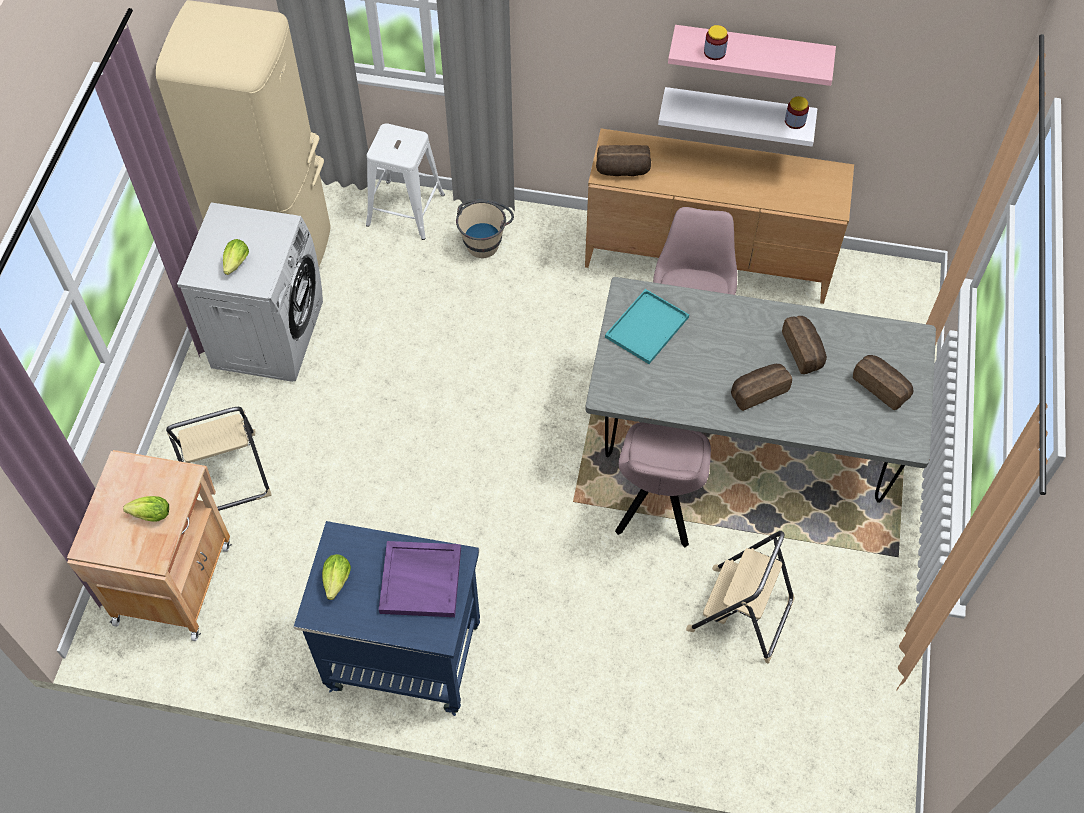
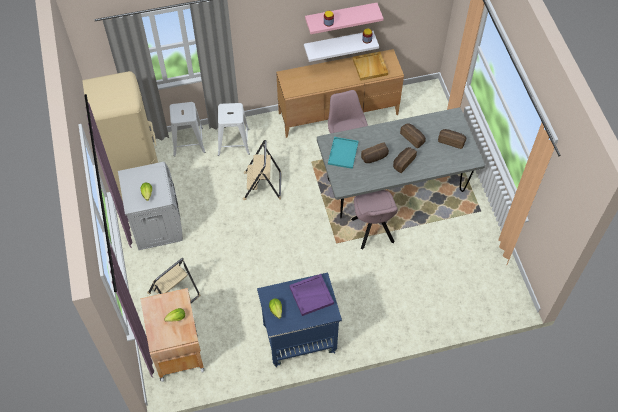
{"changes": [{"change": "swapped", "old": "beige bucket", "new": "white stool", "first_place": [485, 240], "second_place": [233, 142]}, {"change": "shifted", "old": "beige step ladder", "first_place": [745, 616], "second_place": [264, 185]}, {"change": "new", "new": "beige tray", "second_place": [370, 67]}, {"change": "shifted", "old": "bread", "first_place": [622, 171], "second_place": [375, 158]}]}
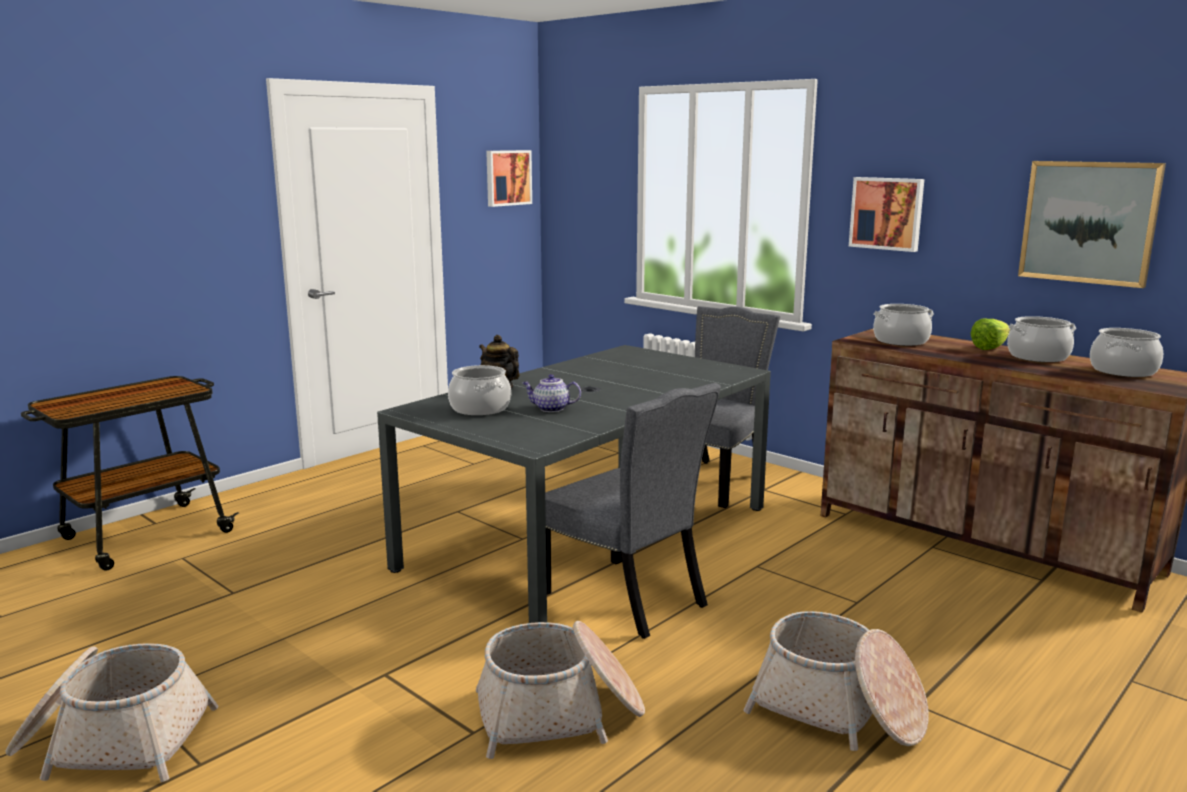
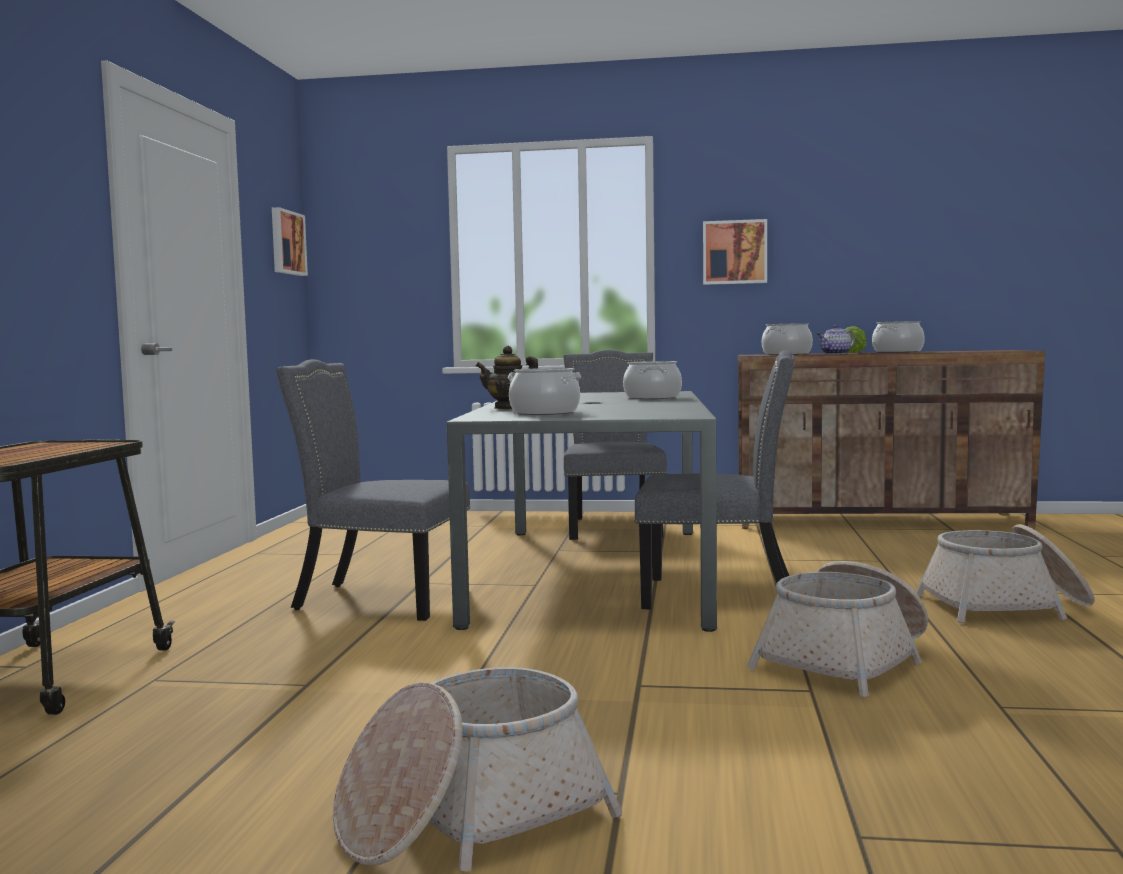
{"changes": [{"change": "new", "new": "grey chair", "second_place": [383, 600]}, {"change": "shifted", "old": "cooking pot", "first_place": [1123, 371], "second_place": [653, 397]}, {"change": "shifted", "old": "teapot", "first_place": [550, 409], "second_place": [835, 354]}, {"change": "gone", "old": "picture", "first_place": [1089, 222]}]}
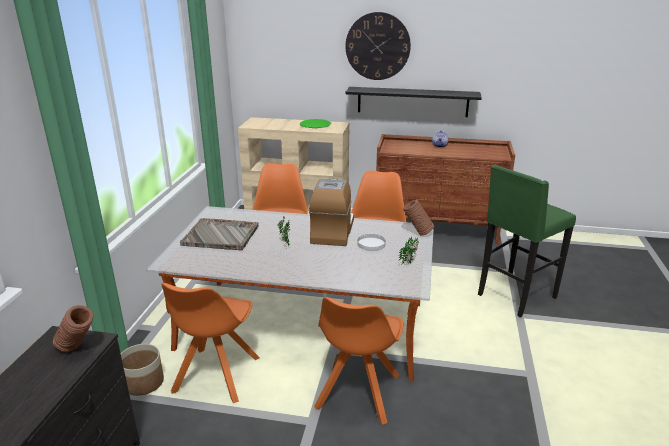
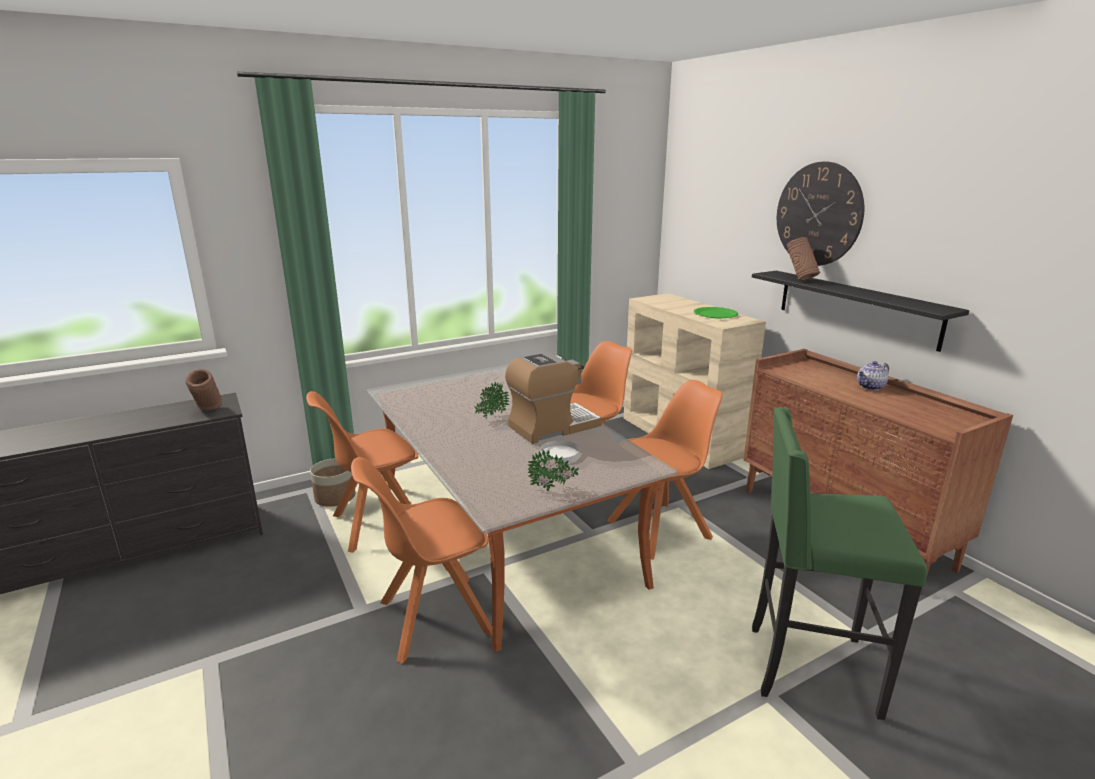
{"changes": [{"change": "shifted", "old": "brown vase", "first_place": [417, 233], "second_place": [800, 280]}, {"change": "gone", "old": "grey tray", "first_place": [221, 236]}]}
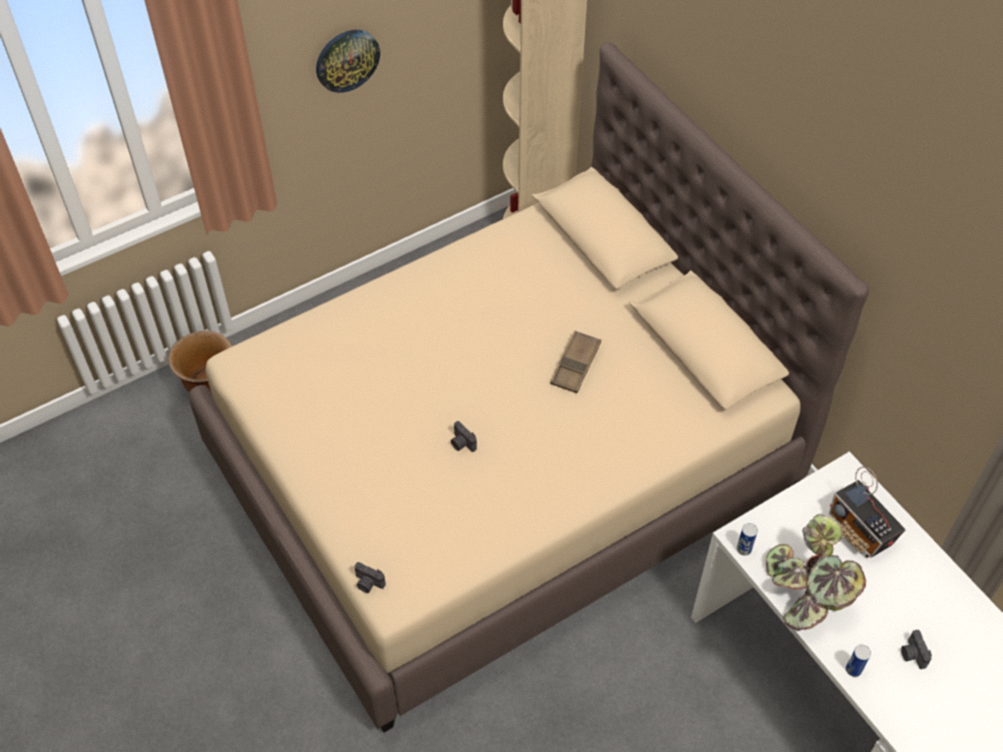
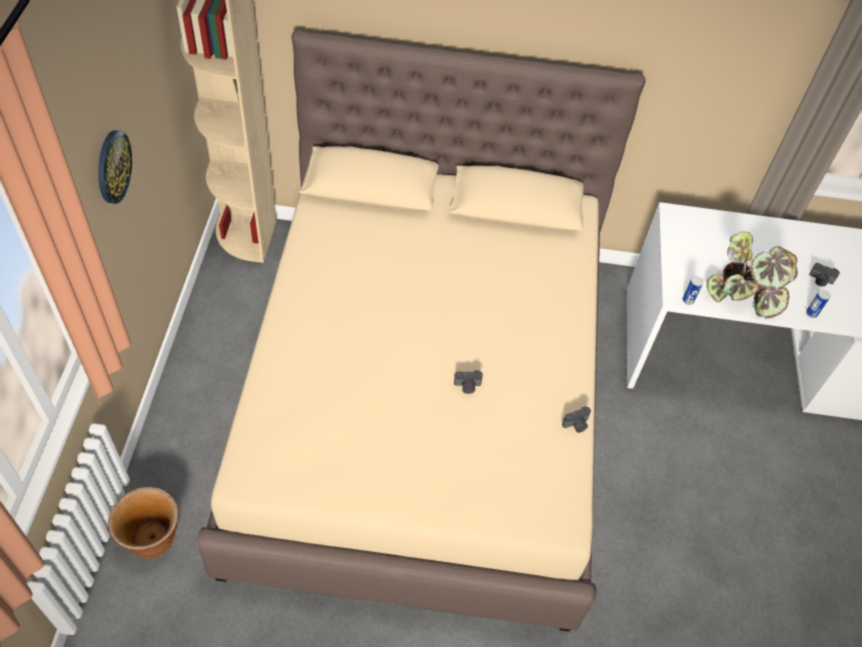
{"changes": [{"change": "shifted", "old": "photo camera", "first_place": [368, 583], "second_place": [576, 425]}, {"change": "gone", "old": "brown tray", "first_place": [575, 365]}, {"change": "gone", "old": "radio", "first_place": [860, 531]}]}
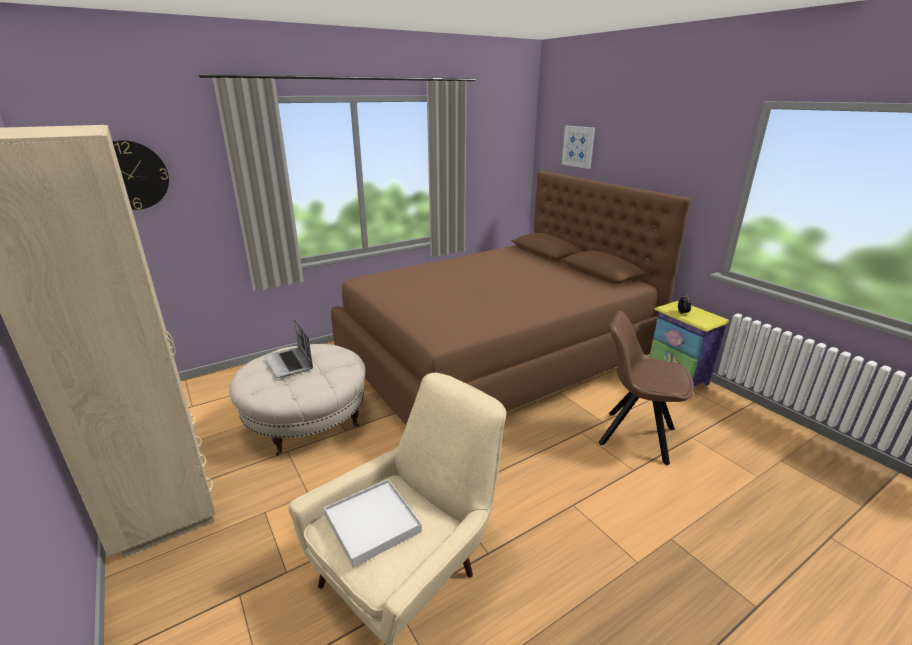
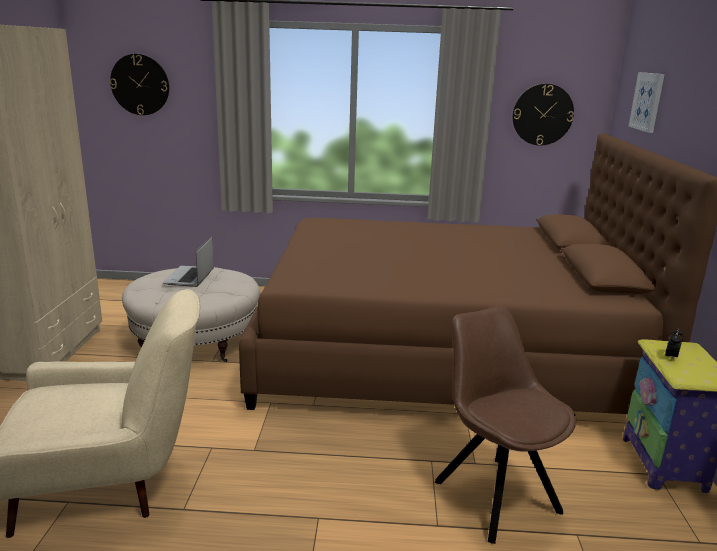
{"changes": [{"change": "new", "new": "wall clock", "second_place": [542, 114]}, {"change": "gone", "old": "white tray", "first_place": [372, 523]}]}
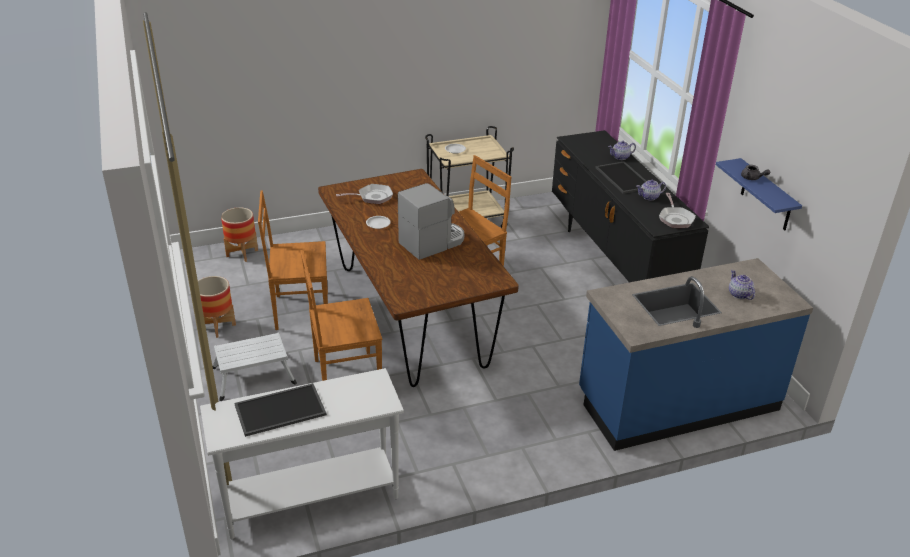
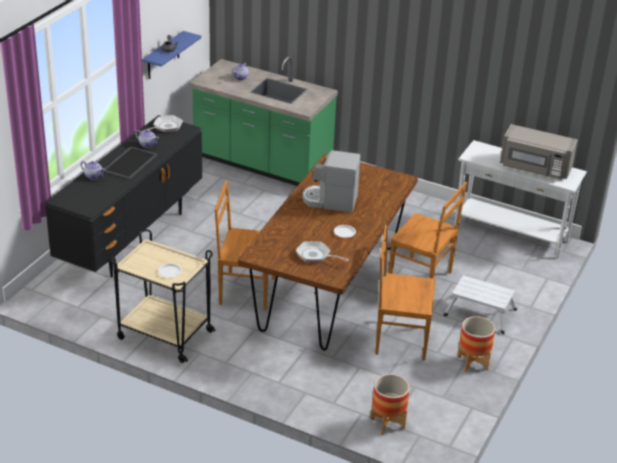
{"changes": [{"change": "repainted", "old": "blue counter", "new": "green counter", "first_place": [677, 401], "second_place": [262, 165]}, {"change": "rotated", "old": "brown chair", "first_place": [299, 310], "second_place": [400, 339], "degrees": 150}, {"change": "swapped", "old": "tray", "new": "grey microwave", "first_place": [279, 411], "second_place": [535, 168]}]}
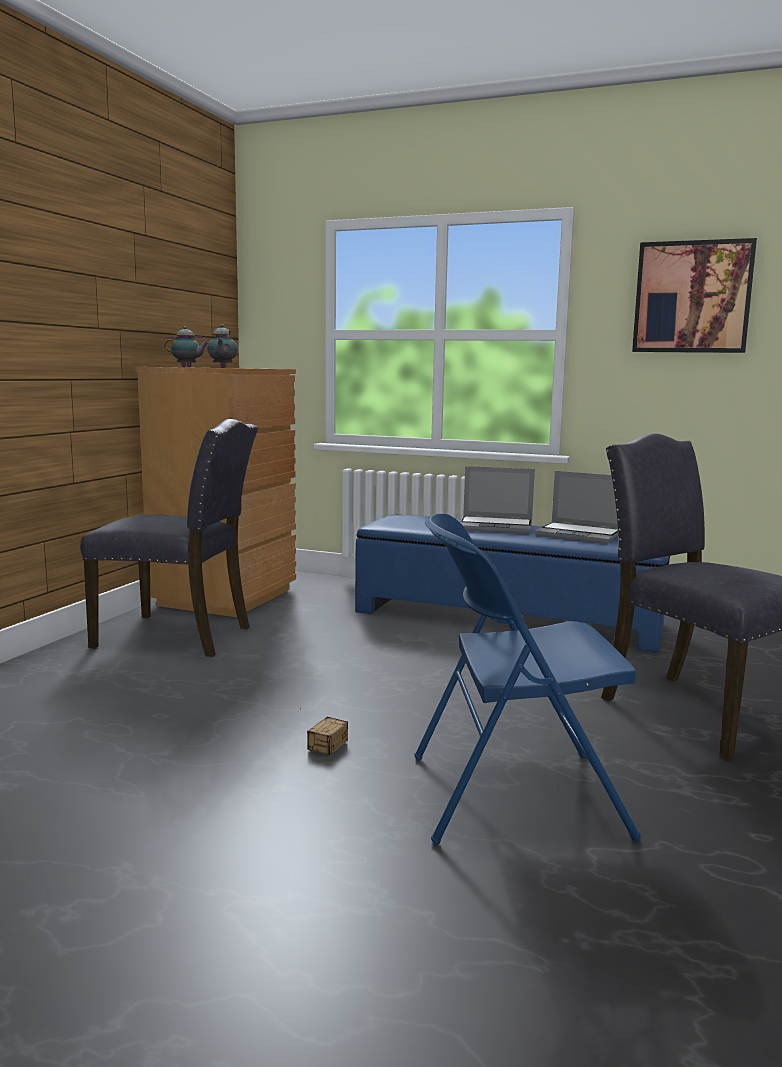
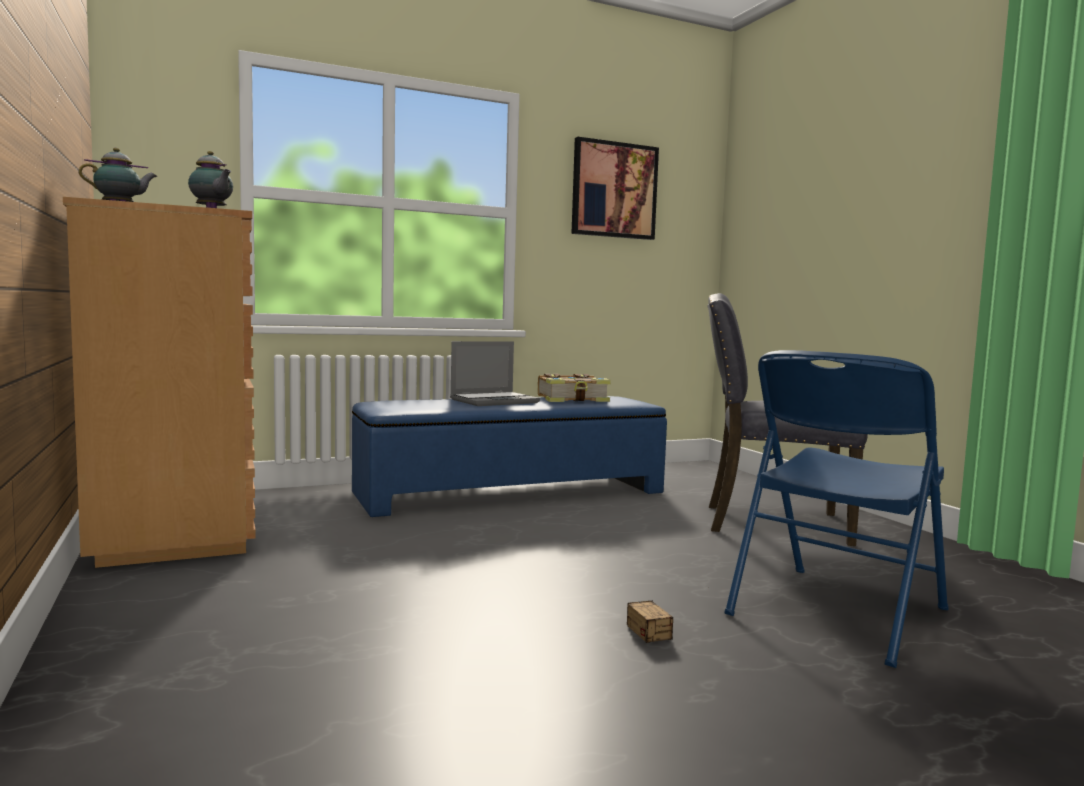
{"changes": [{"change": "swapped", "old": "laptop", "new": "book", "first_place": [580, 535], "second_place": [573, 400]}, {"change": "gone", "old": "grey chair", "first_place": [178, 636]}]}
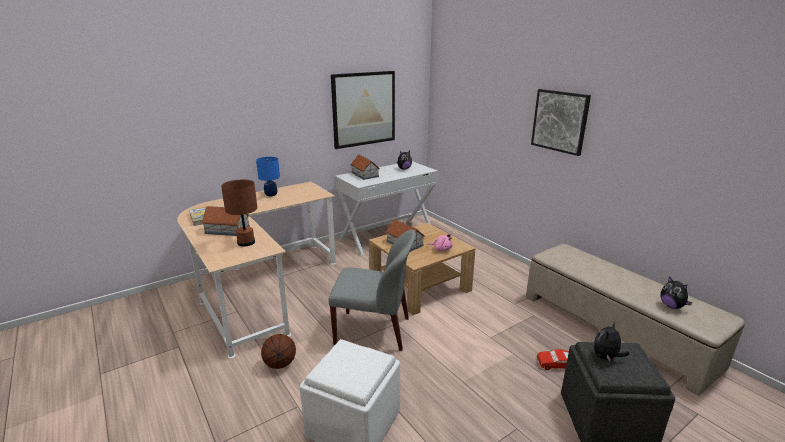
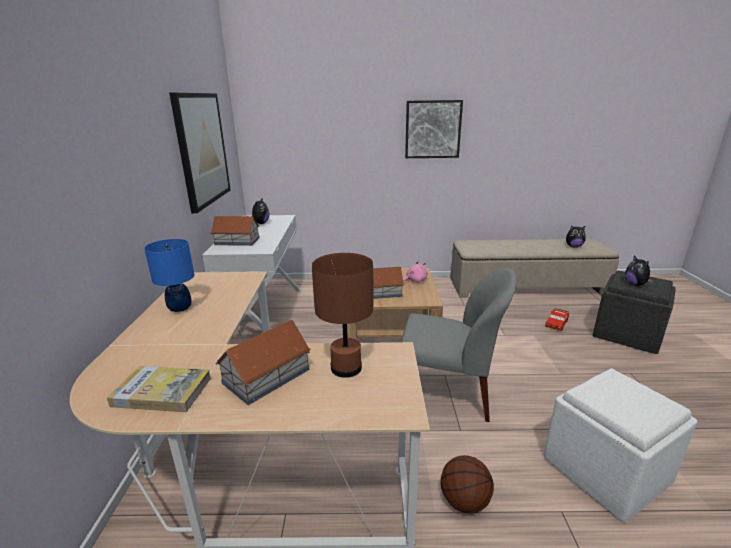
{"changes": [{"change": "rotated", "old": "grey chair", "first_place": [374, 331], "second_place": [448, 394], "degrees": 60}]}
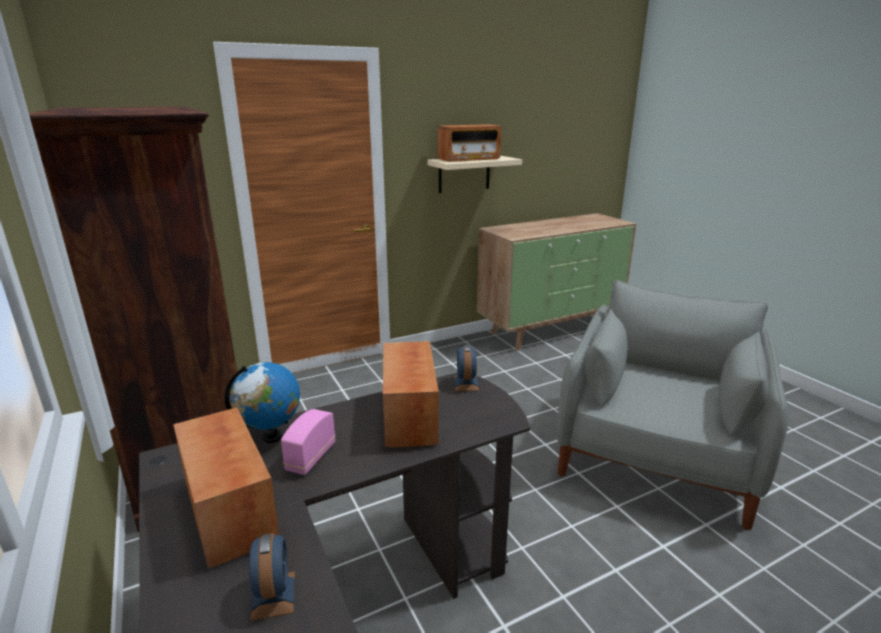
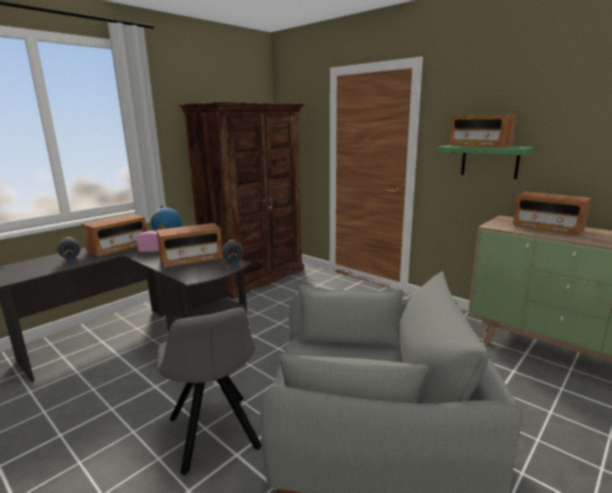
{"changes": [{"change": "new", "new": "grey chair", "second_place": [214, 433]}, {"change": "repainted", "old": "beige shelf", "new": "green shelf", "first_place": [464, 174], "second_place": [489, 161]}, {"change": "new", "new": "radio", "second_place": [547, 228]}]}
